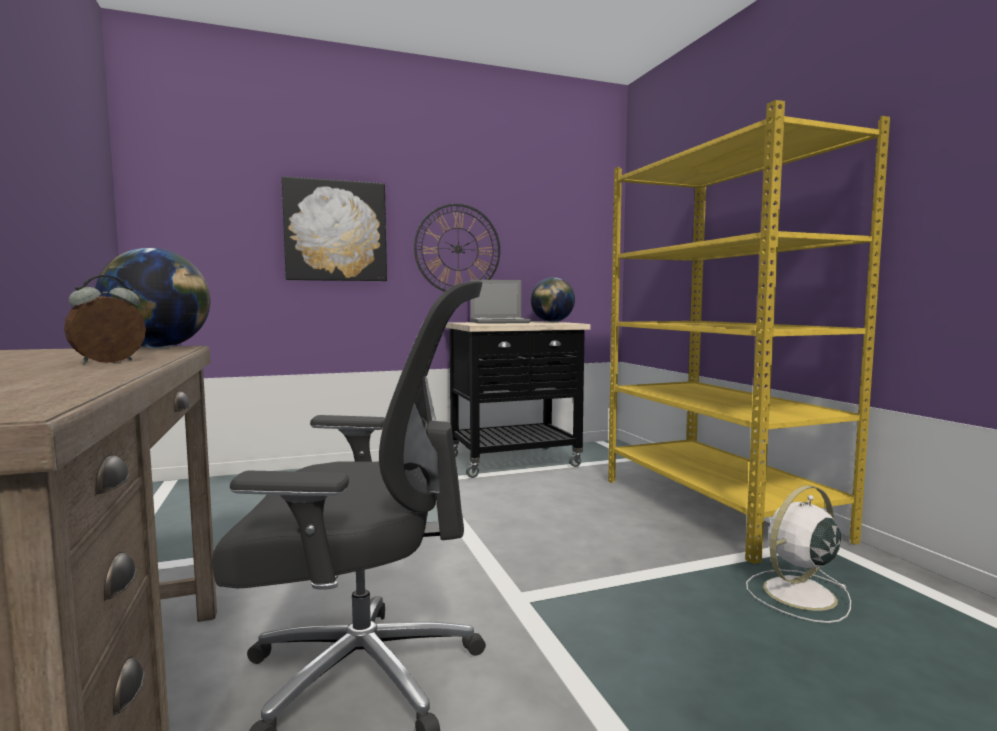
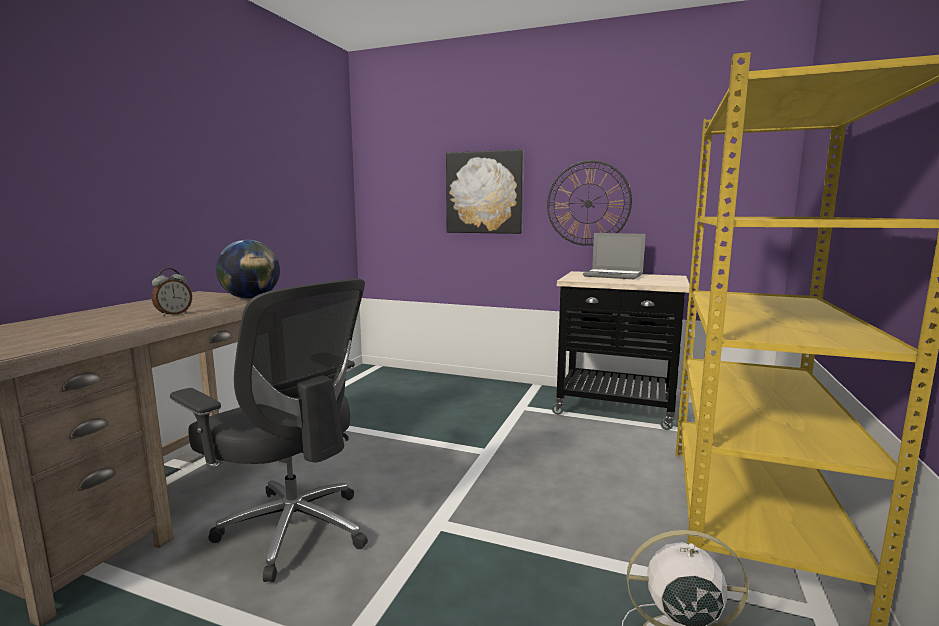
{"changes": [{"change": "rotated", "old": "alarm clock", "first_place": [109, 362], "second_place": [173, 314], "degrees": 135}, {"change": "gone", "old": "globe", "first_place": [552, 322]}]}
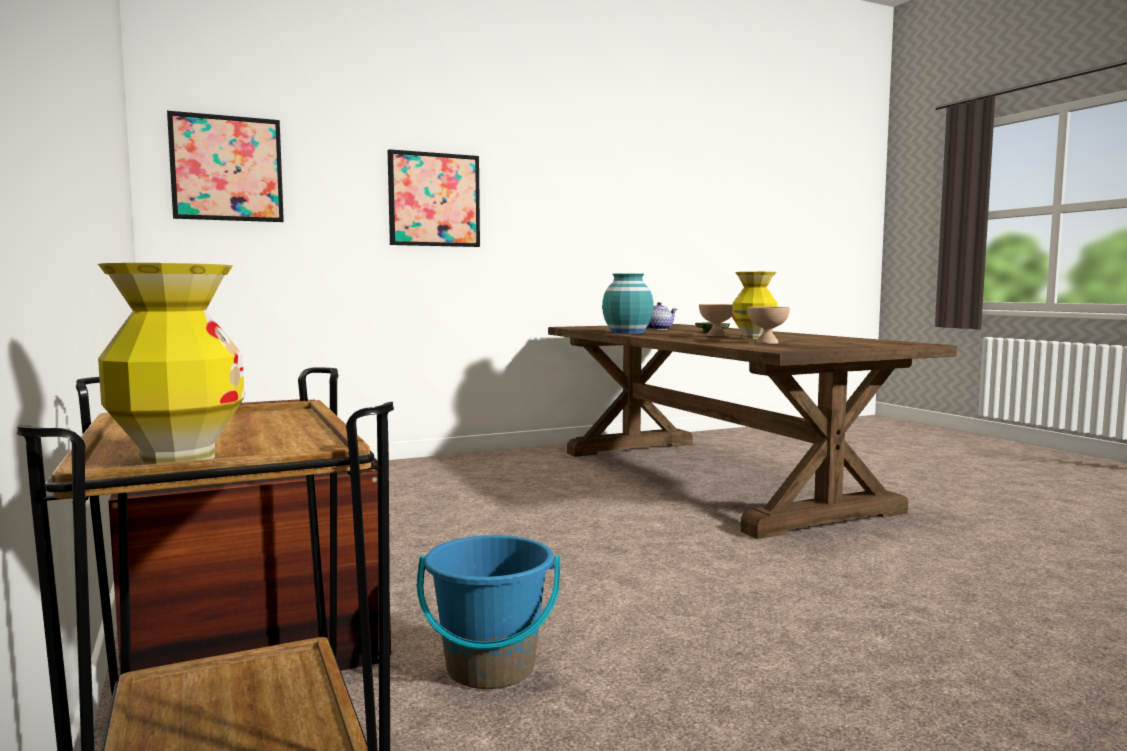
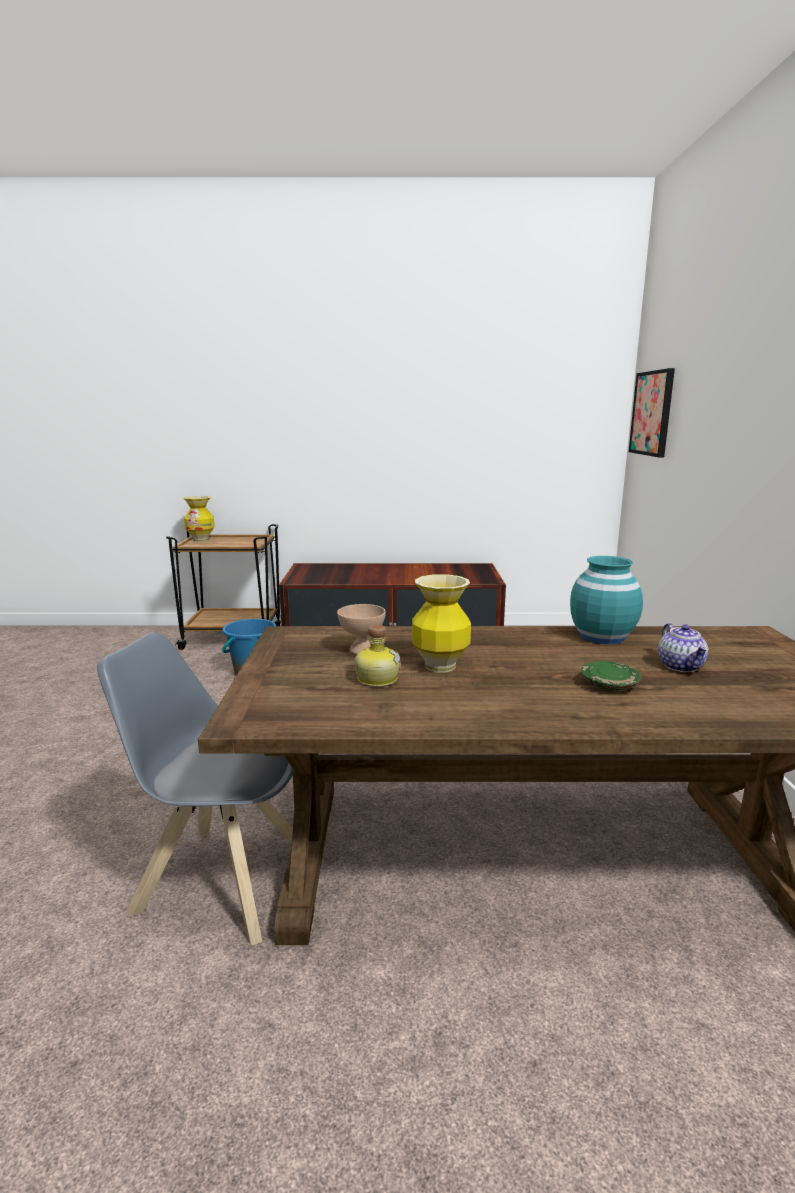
{"changes": [{"change": "new", "new": "grey chair", "second_place": [221, 880]}, {"change": "new", "new": "bottle", "second_place": [376, 679]}, {"change": "gone", "old": "picture", "first_place": [434, 200]}, {"change": "gone", "old": "beige bowl", "first_place": [715, 335]}]}
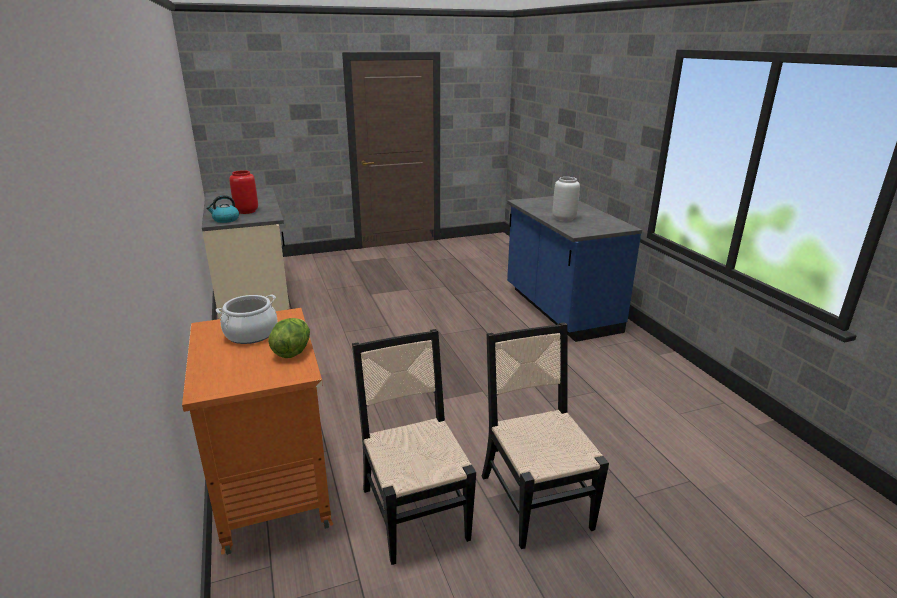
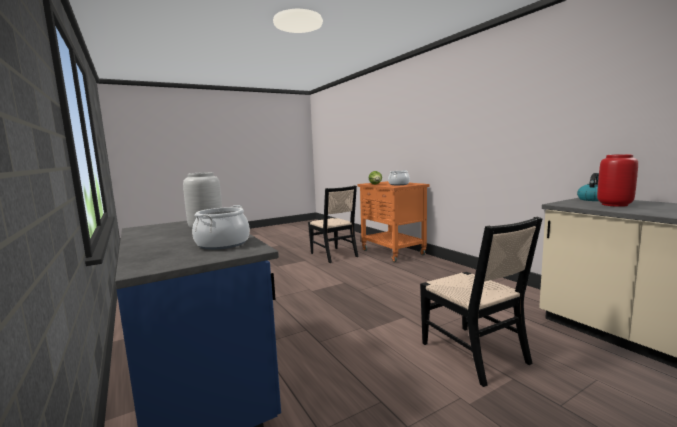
{"changes": [{"change": "new", "new": "cooking pot", "second_place": [222, 244]}, {"change": "shifted", "old": "chair", "first_place": [536, 501], "second_place": [473, 354]}]}
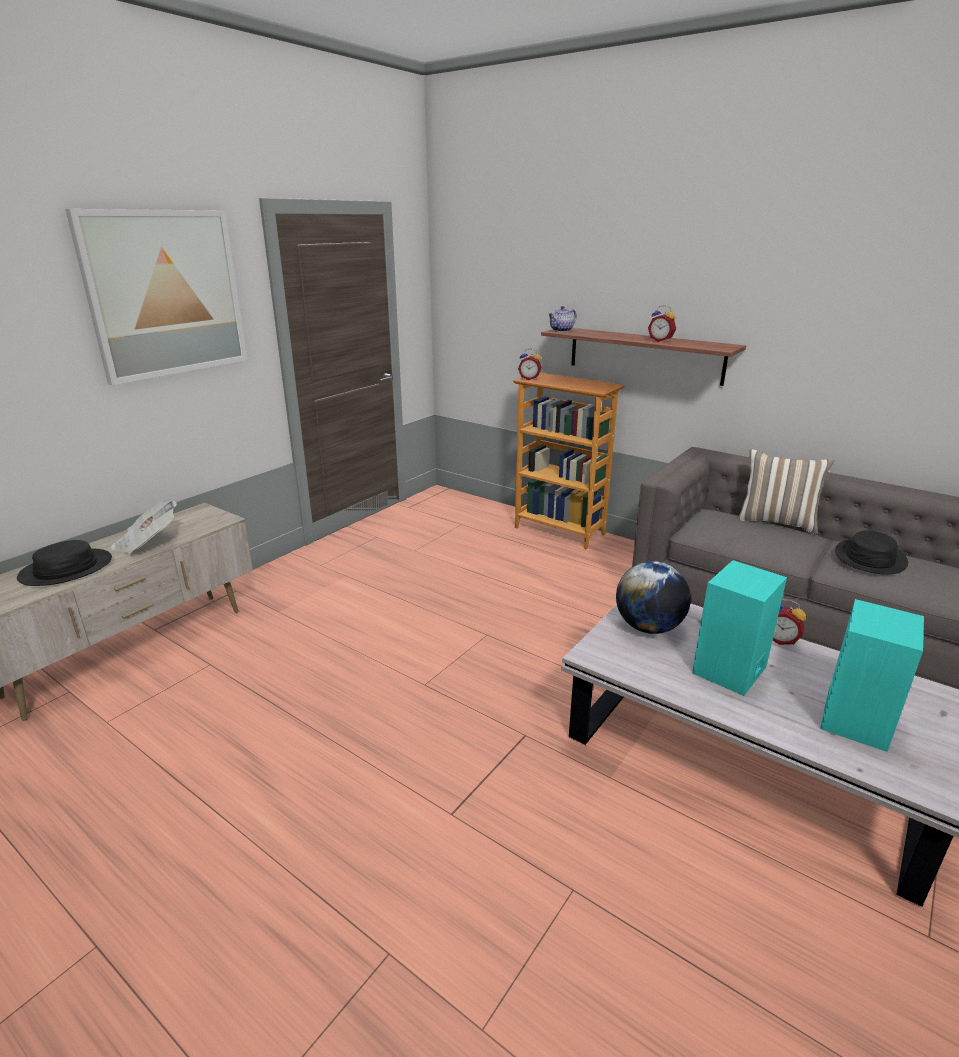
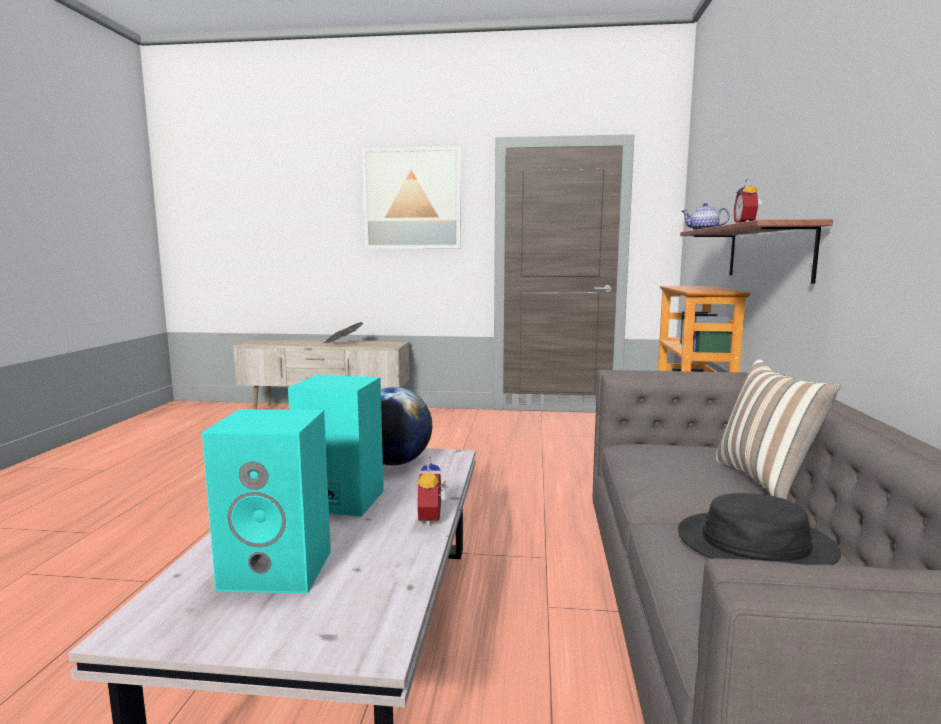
{"changes": [{"change": "gone", "old": "black hat", "first_place": [66, 569]}, {"change": "gone", "old": "alarm clock", "first_place": [529, 379]}]}
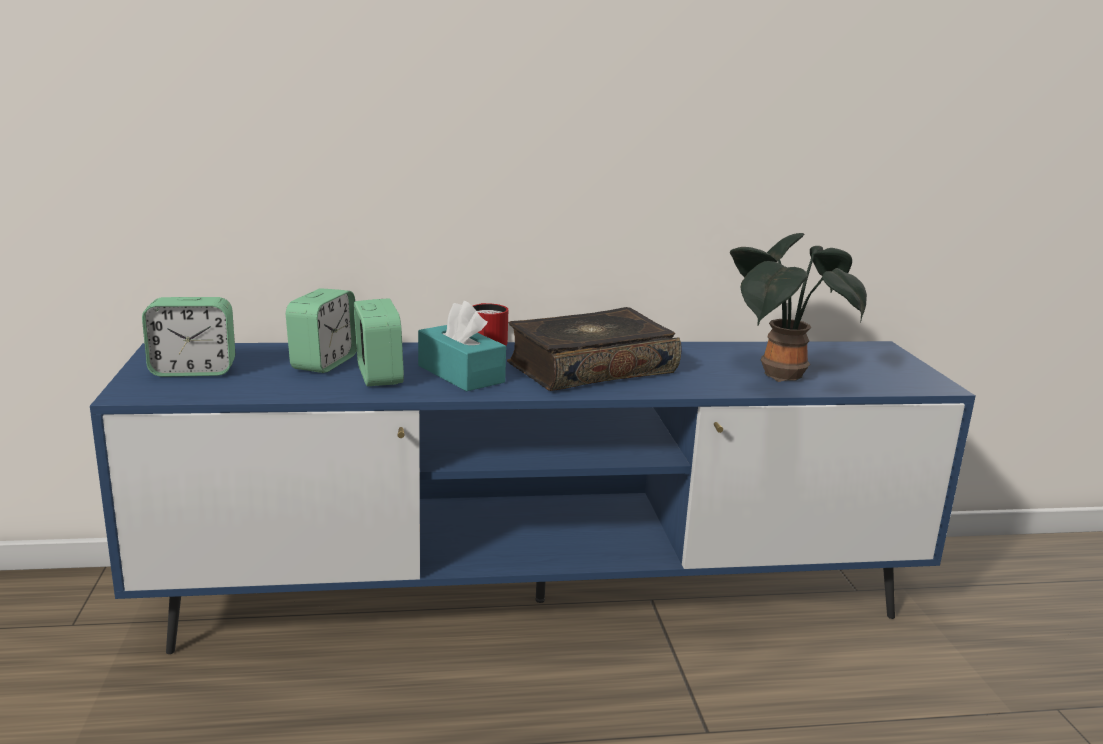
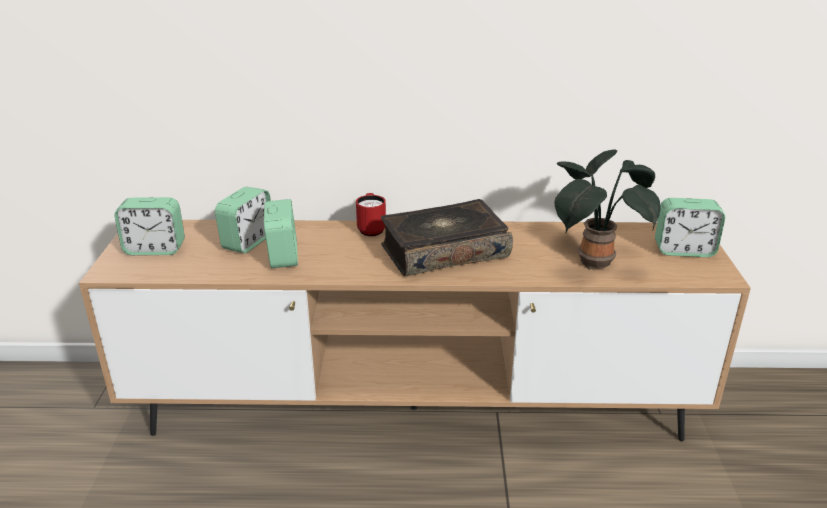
{"changes": [{"change": "repainted", "old": "blue tv stand", "new": "brown tv stand", "first_place": [540, 601], "second_place": [413, 408]}, {"change": "new", "new": "alarm clock", "second_place": [684, 250]}, {"change": "gone", "old": "turquoise tissue box", "first_place": [460, 374]}]}
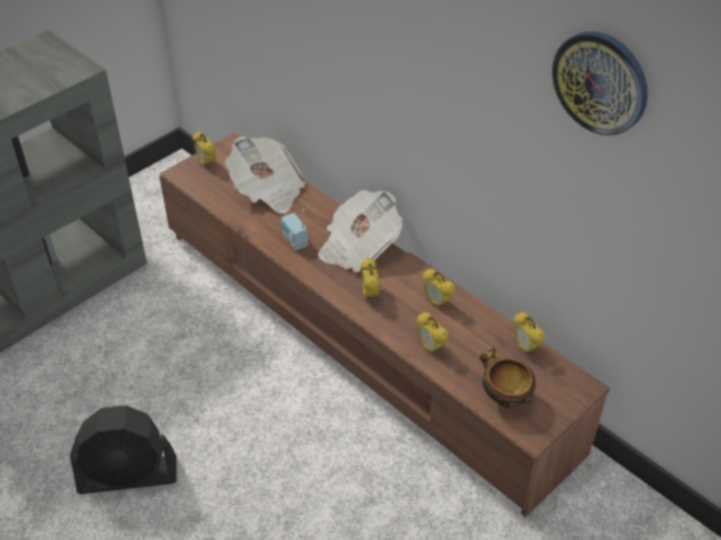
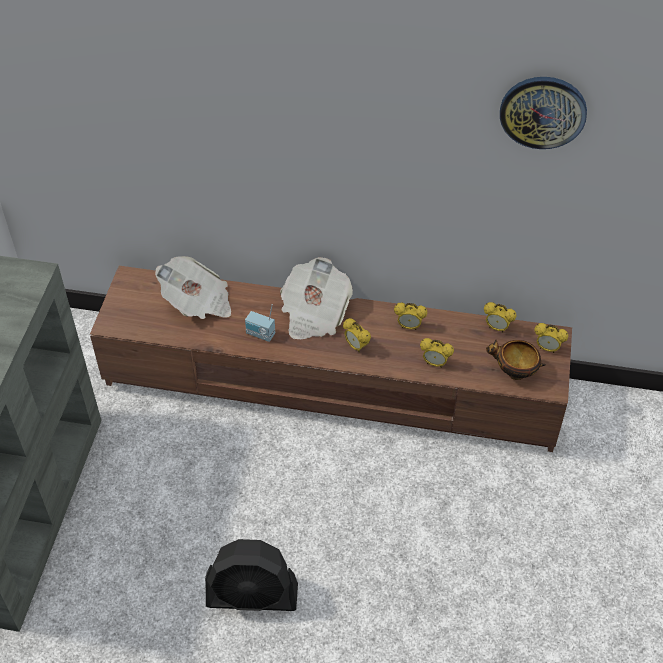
{"changes": [{"change": "rotated", "old": "black fan", "first_place": [128, 475], "second_place": [252, 596], "degrees": 45}, {"change": "shifted", "old": "alarm clock", "first_place": [206, 163], "second_place": [547, 348]}]}
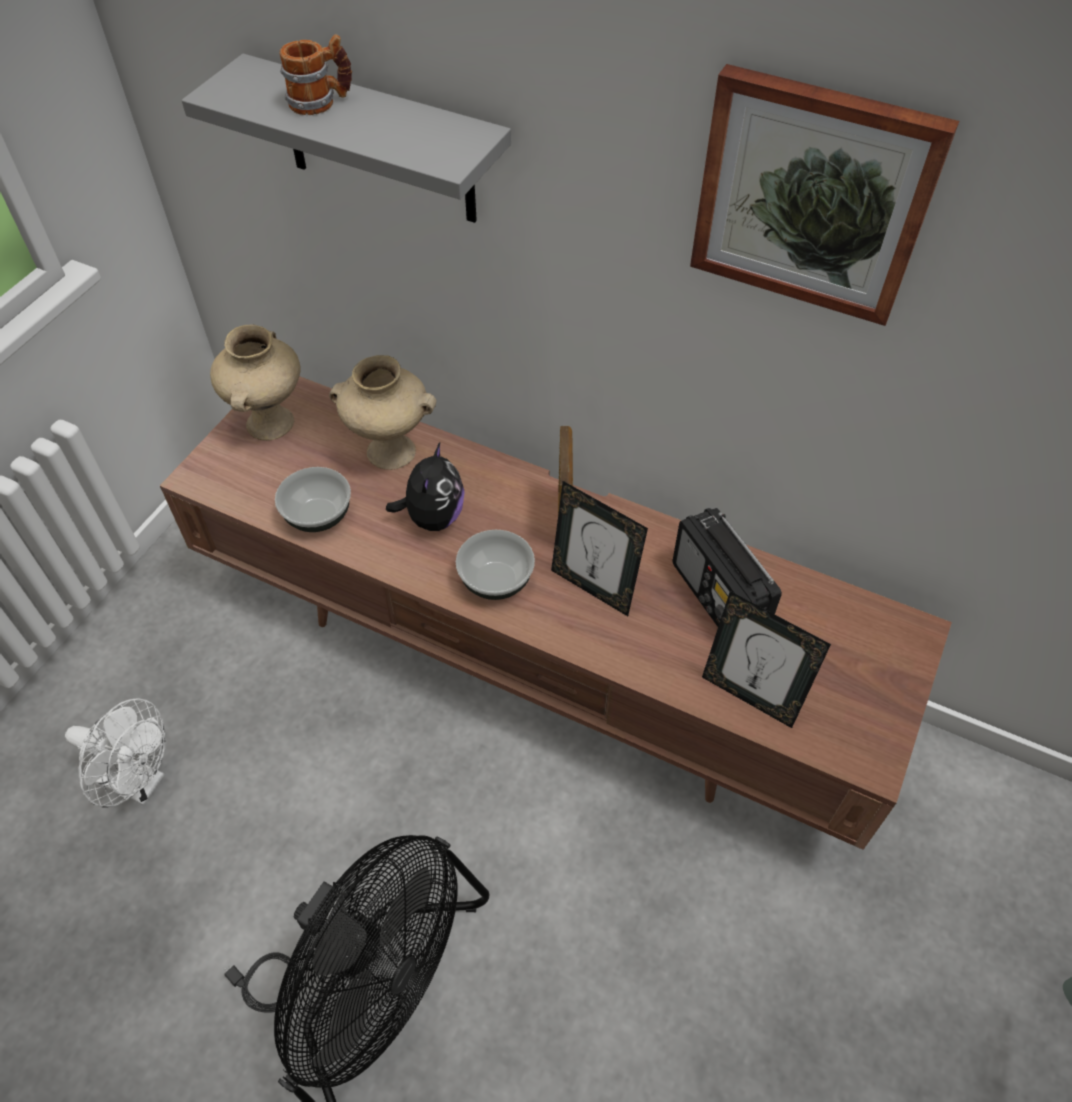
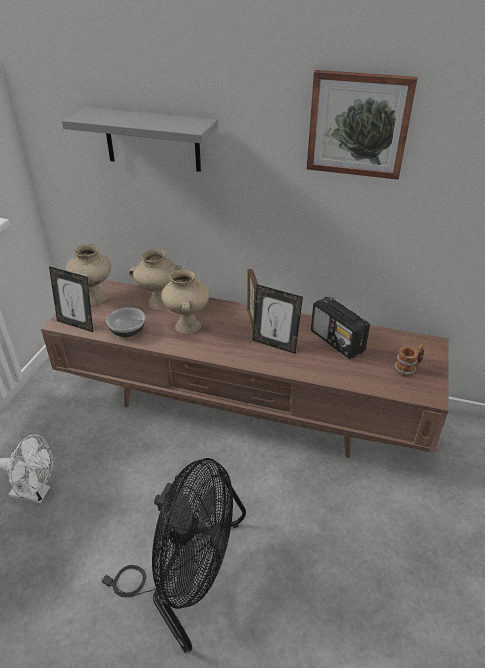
{"changes": [{"change": "shifted", "old": "picture frame", "first_place": [750, 696], "second_place": [77, 324]}, {"change": "swapped", "old": "plush toy", "new": "beige vase", "first_place": [433, 517], "second_place": [187, 326]}, {"change": "shifted", "old": "mug", "first_place": [321, 102], "second_place": [408, 369]}, {"change": "gone", "old": "bowl", "first_place": [496, 579]}]}
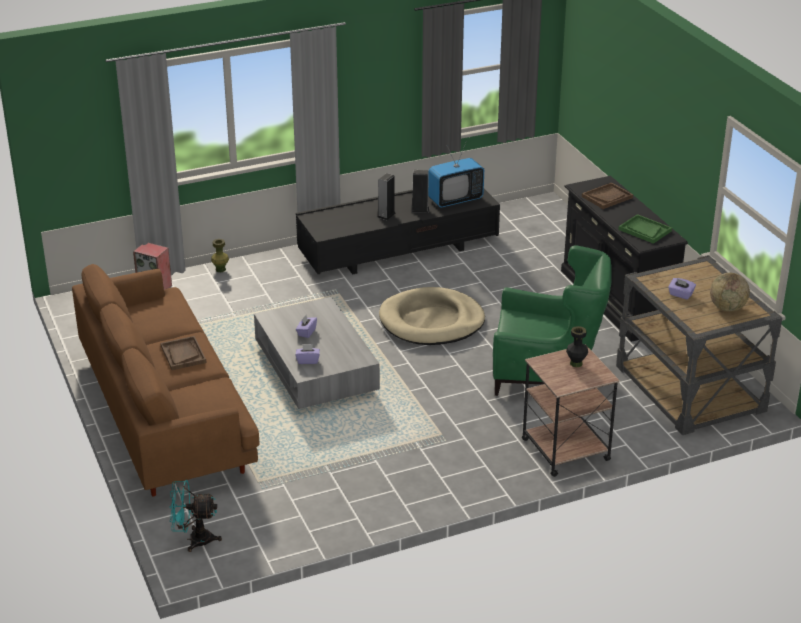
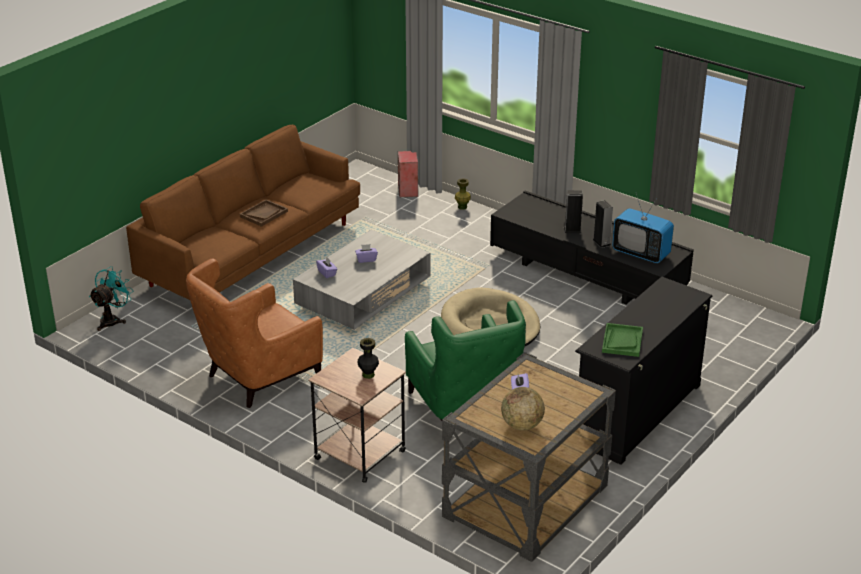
{"changes": [{"change": "rotated", "old": "turquoise fan", "first_place": [194, 539], "second_place": [112, 320], "degrees": 60}, {"change": "new", "new": "brown armchair", "second_place": [258, 377]}, {"change": "gone", "old": "brown tray", "first_place": [607, 197]}]}
